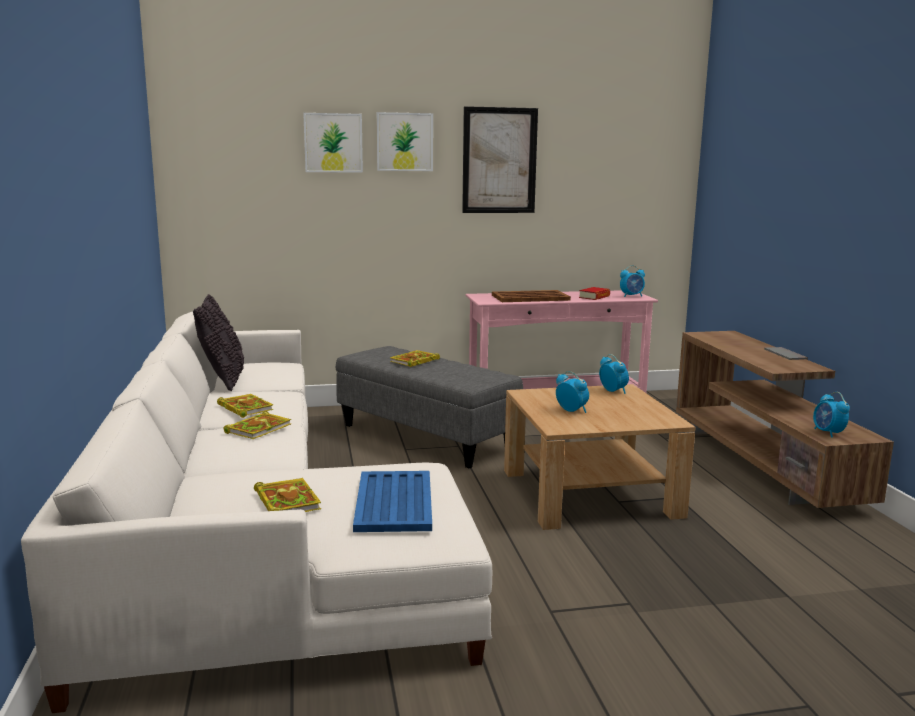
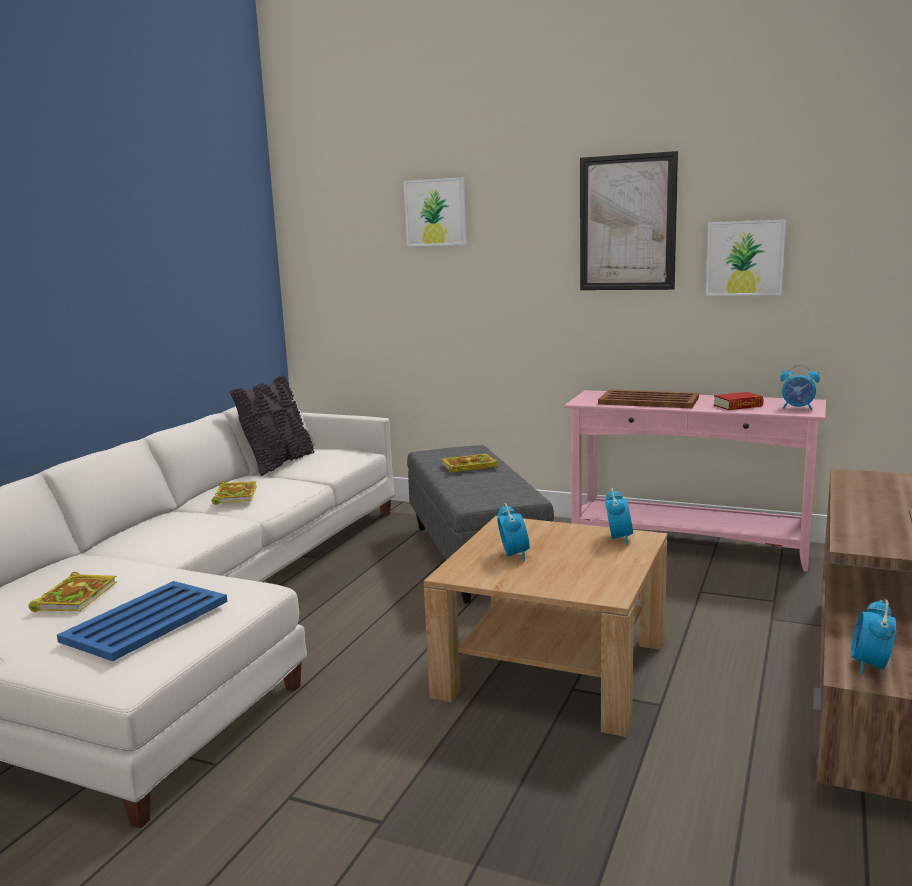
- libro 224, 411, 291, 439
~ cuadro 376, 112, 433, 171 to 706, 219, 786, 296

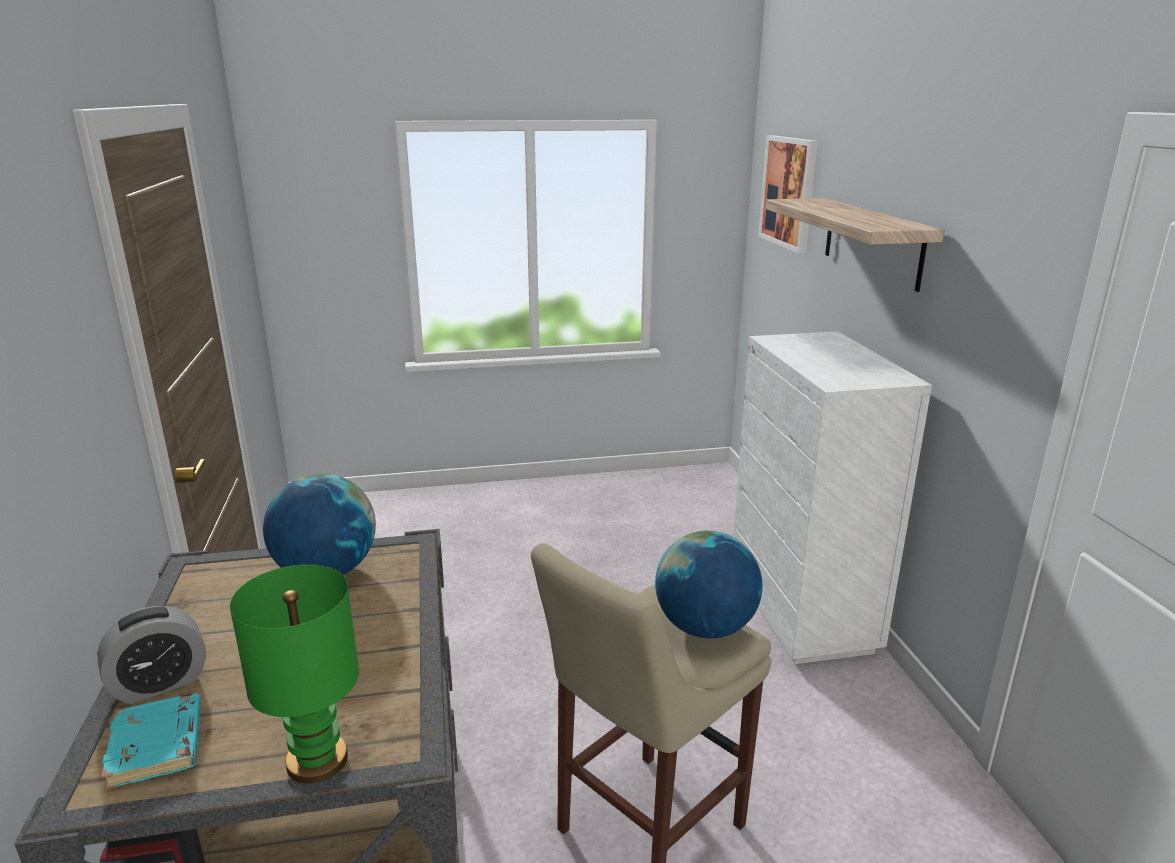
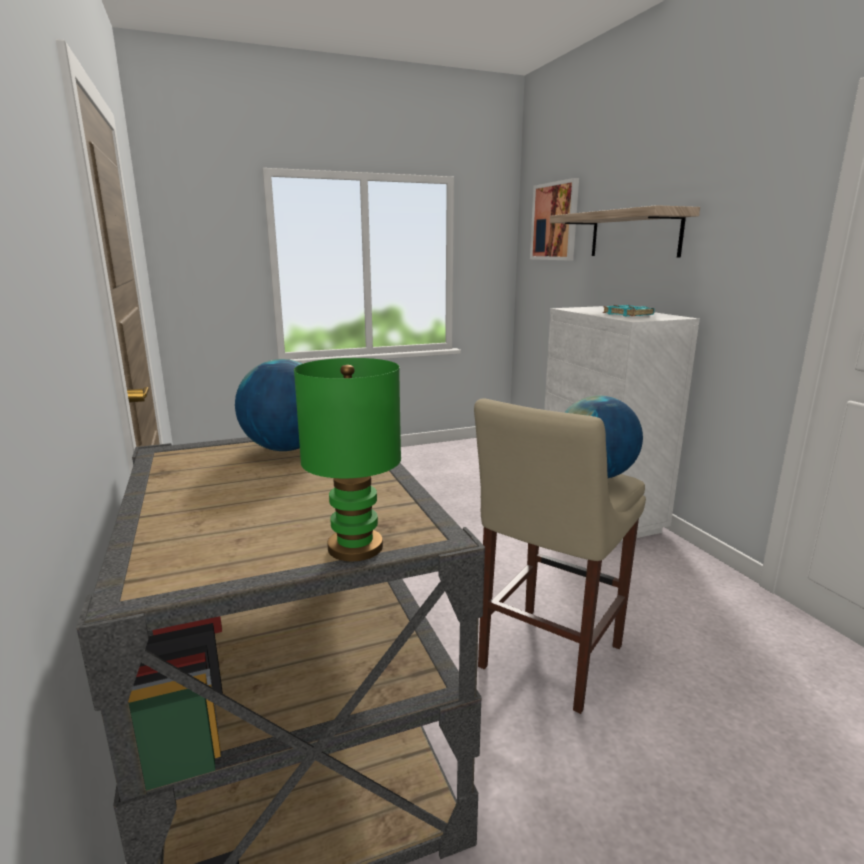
- despertador 97, 606, 206, 704
~ libro (turquesa) 101, 693, 201, 790 to 603, 305, 655, 316

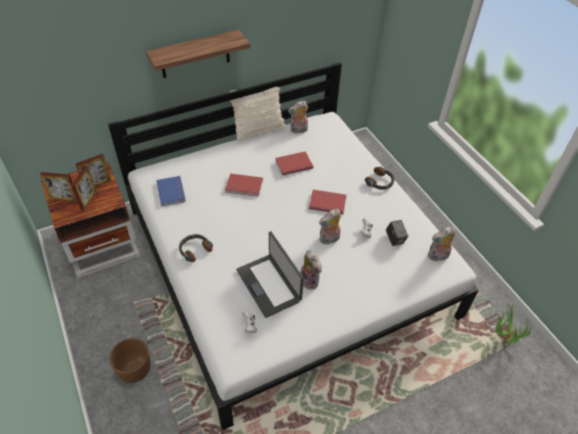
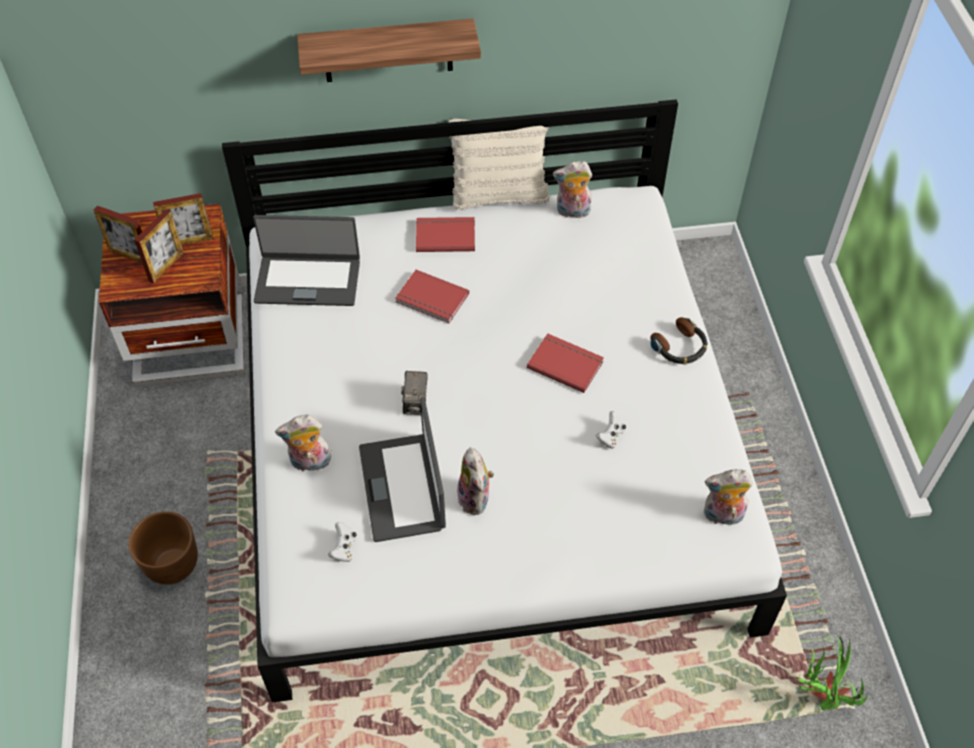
- auriculares 179, 234, 213, 262
~ libro (rojo) 275, 152, 313, 175 to 416, 217, 475, 252
~ peluche 319, 209, 341, 245 to 275, 415, 332, 471
~ cámara 386, 220, 408, 246 to 401, 371, 428, 415
~ libro (azul) 157, 176, 186, 206 to portátil 253, 215, 360, 306

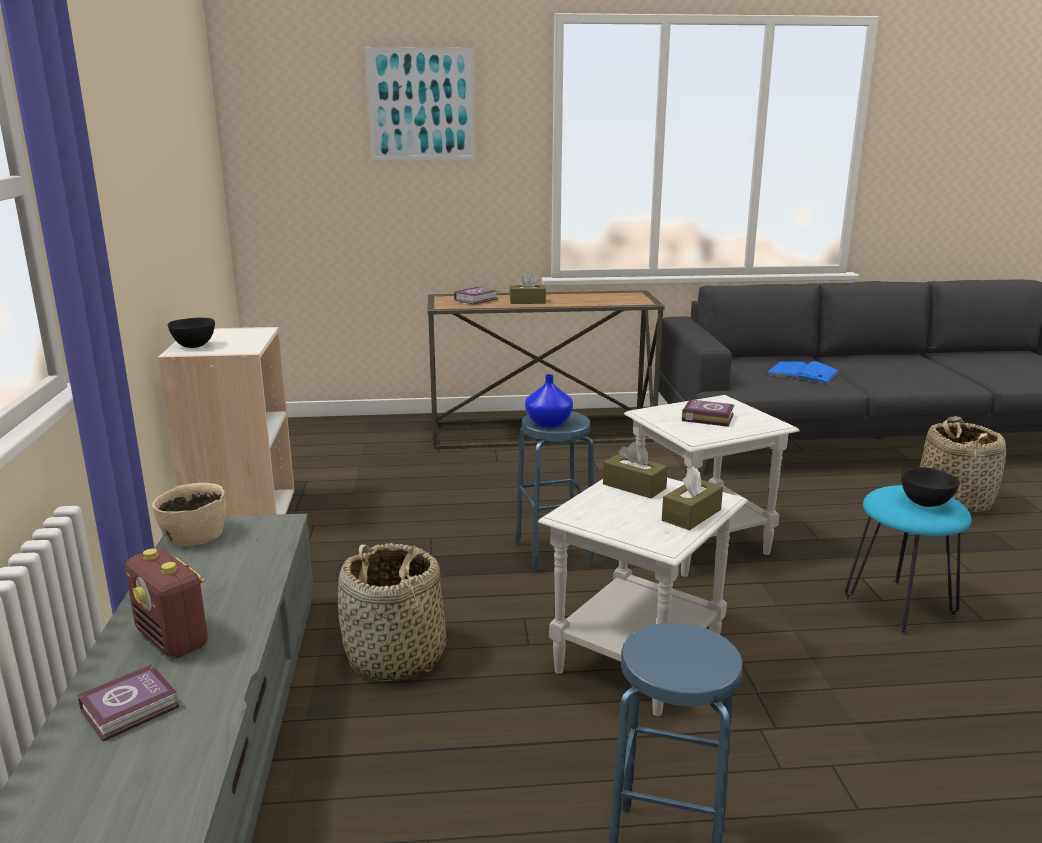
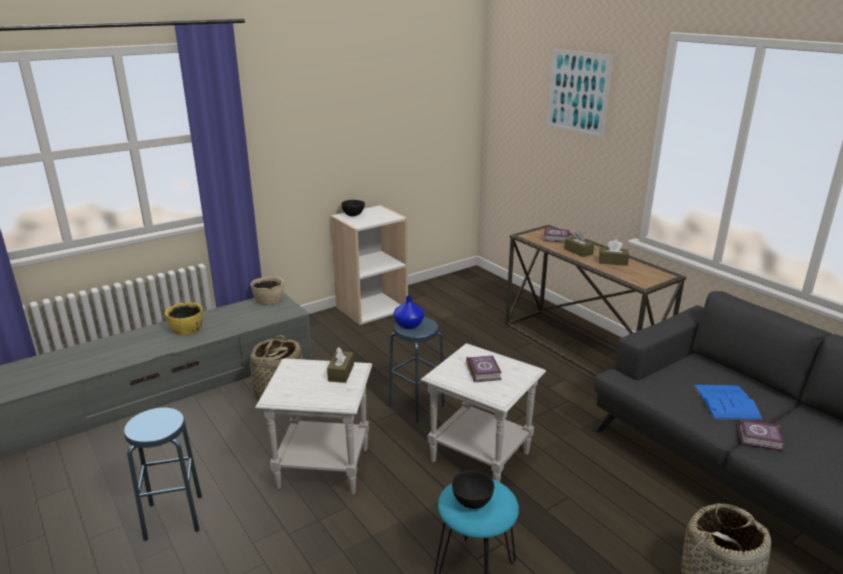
~ libro 78, 664, 179, 742 to 738, 419, 785, 451
~ caja de pañuelos (marrón) 662, 466, 723, 530 to 599, 240, 629, 266
~ radio 125, 548, 208, 659 to cuenco (amarillo) 165, 302, 203, 335

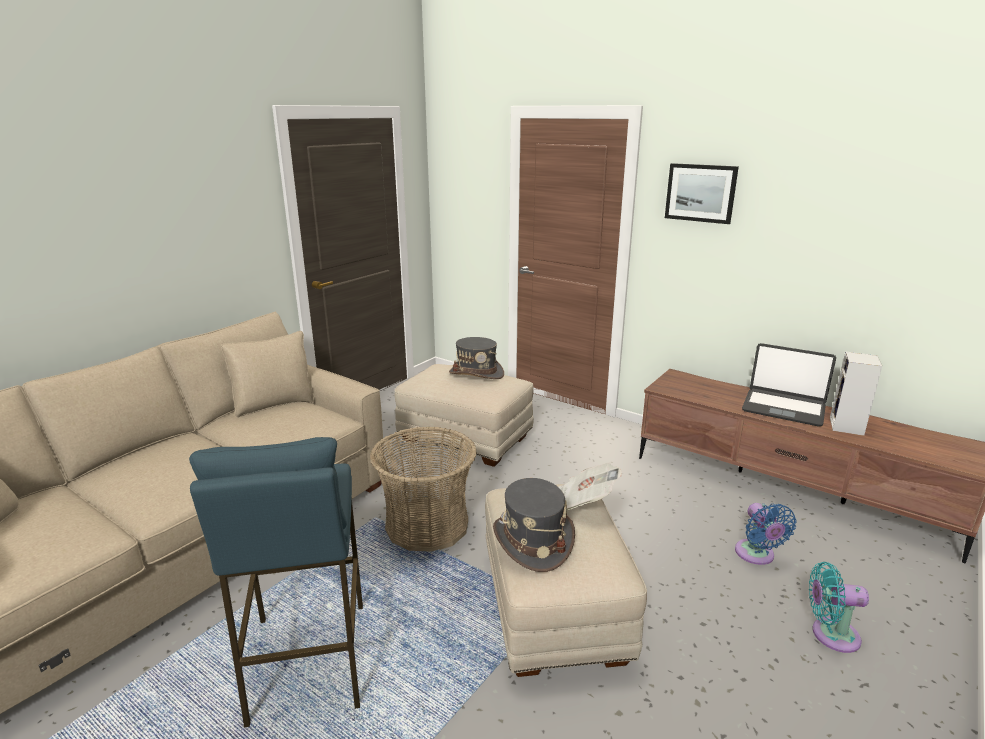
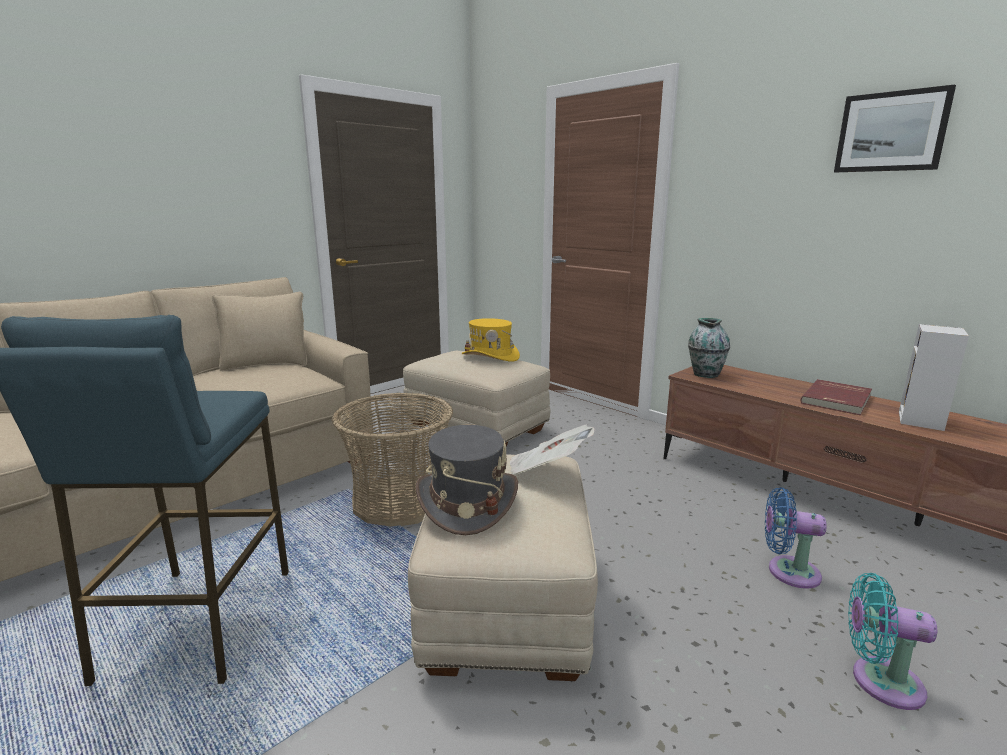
+ florero 688, 318, 730, 378
~ cuadro 665, 163, 739, 224 to 834, 85, 956, 172
~ portátil 742, 343, 836, 427 to libro (rojo) 801, 379, 872, 415
~ sombrero (gris) 449, 337, 504, 379 to sombrero (amarillo) 462, 318, 520, 362
~ ventilador (azul) 735, 503, 796, 565 = 765, 487, 827, 589 105 degrees clockwise

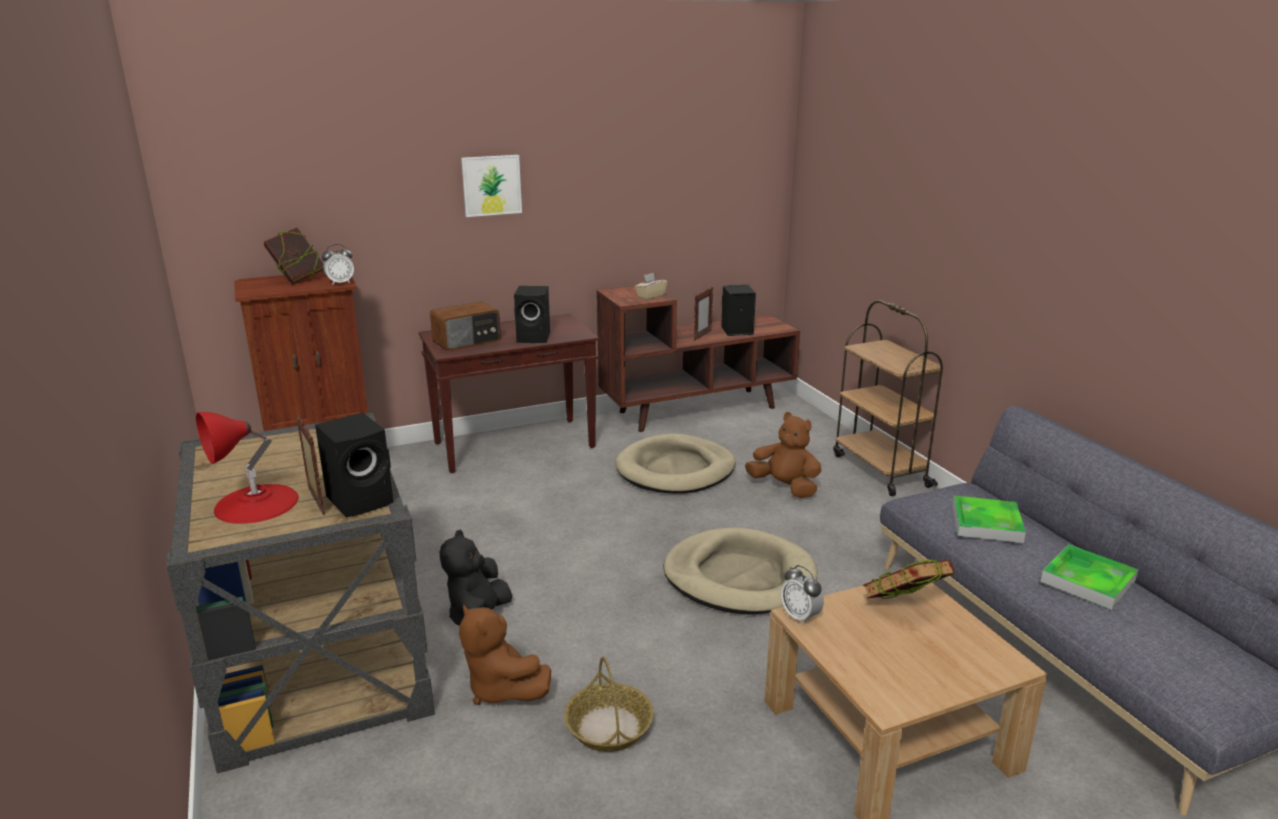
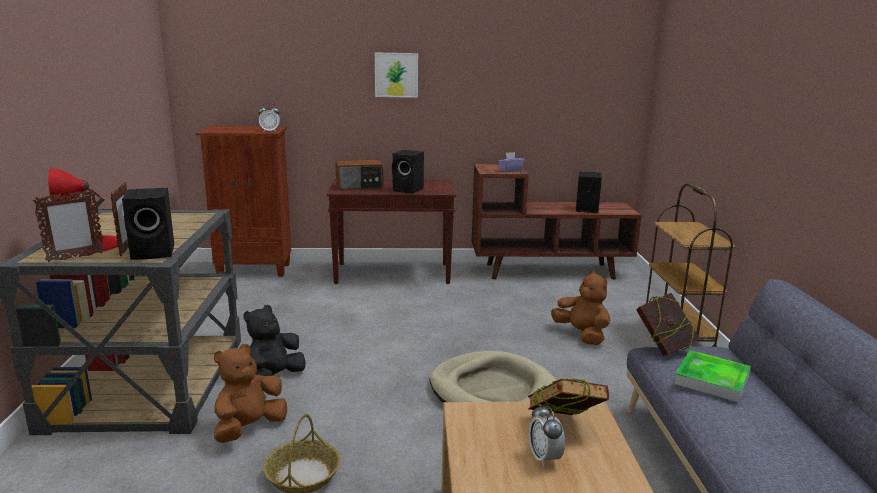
- cama para perro (beis) 615, 434, 736, 494
- bandeja 1040, 544, 1138, 610
~ libro 264, 227, 324, 284 to 636, 293, 700, 356
~ portarretratos 694, 287, 713, 340 to 33, 190, 105, 262
~ despertador 781, 565, 824, 625 to 529, 404, 565, 467
~ caja de pañuelos (beis) 635, 273, 667, 300 to caja de pañuelos (morado) 498, 152, 525, 172
~ peluche (marrón) 459, 604, 551, 705 = 214, 344, 287, 443 60 degrees clockwise

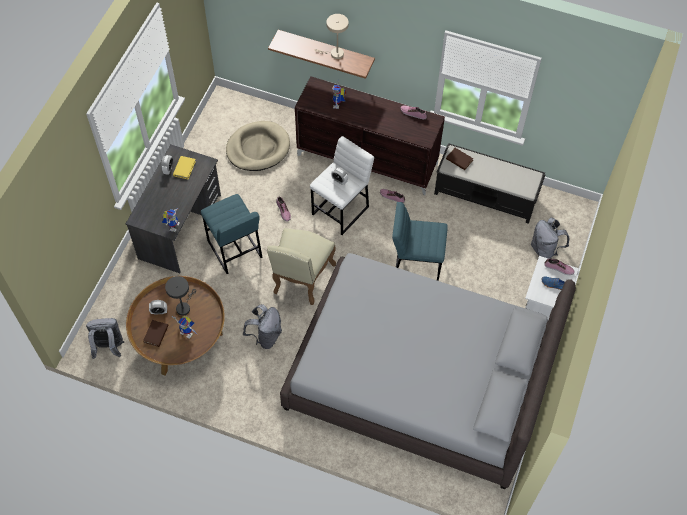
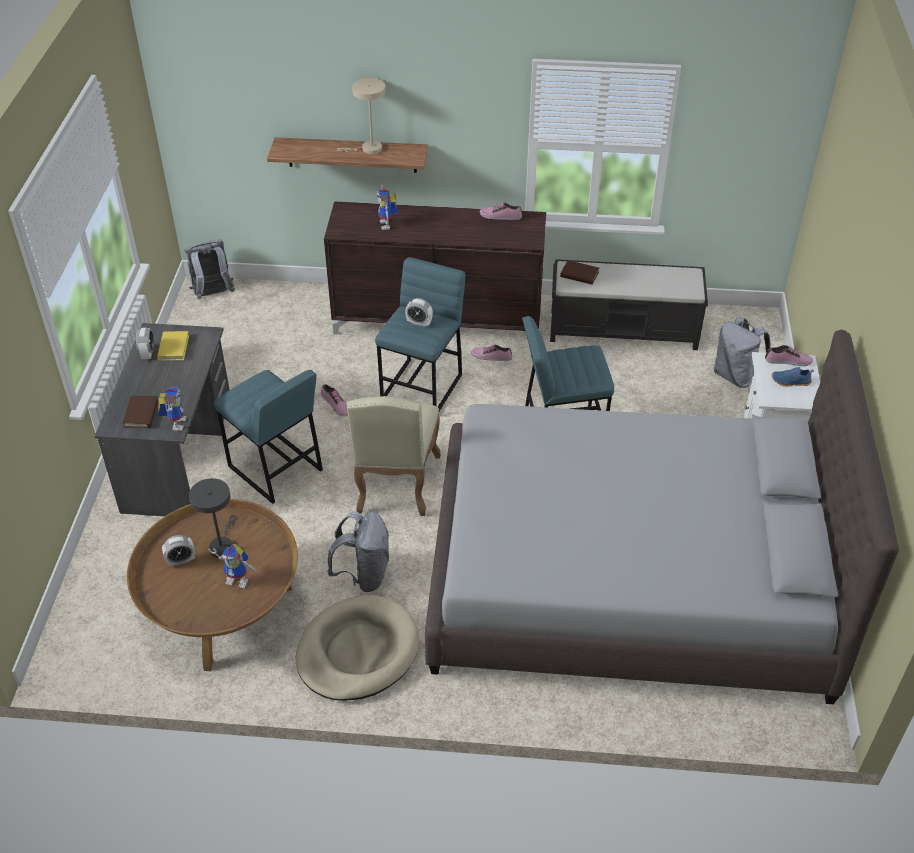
~ mochila (gris) 86, 318, 124, 359 to 184, 239, 235, 299
~ libro (marrón) 143, 320, 168, 347 to 123, 396, 158, 428
~ cama para perro (beis) 226, 121, 290, 171 to 296, 595, 419, 701
~ taburete (blanco) 310, 136, 374, 235 to taburete (azul) 375, 257, 466, 411

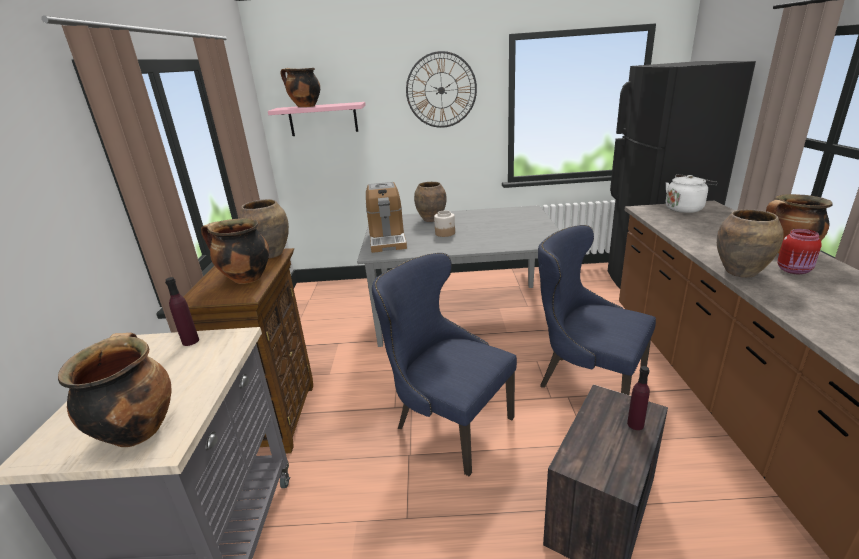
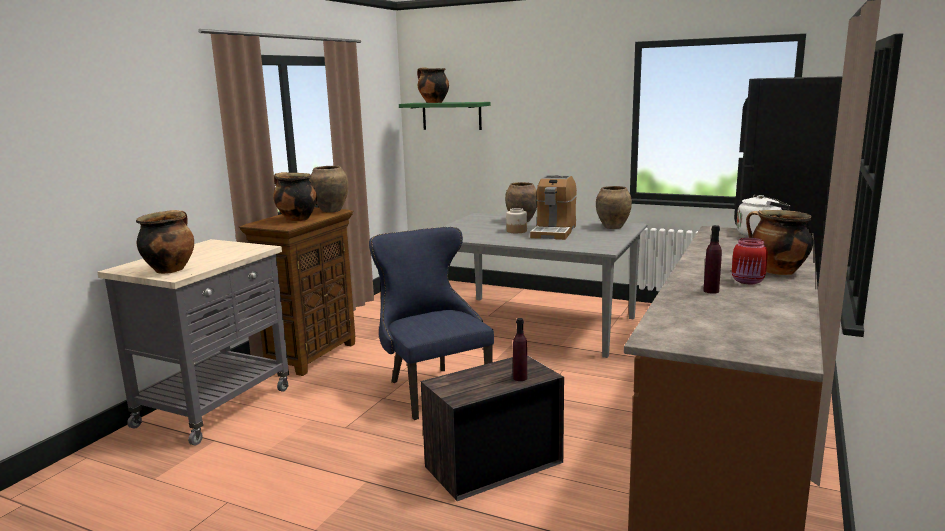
- reloj de pared 406, 51, 477, 128
- silla (azul) 538, 225, 656, 395
~ botella (morado) 165, 277, 199, 346 to 703, 225, 722, 294
~ cafetera 366, 182, 407, 253 to 530, 175, 577, 240
~ florero (marrón) 717, 209, 783, 278 to 596, 186, 632, 229
~ estante (rosa) 268, 102, 366, 136 to estante (verde) 399, 102, 490, 130

